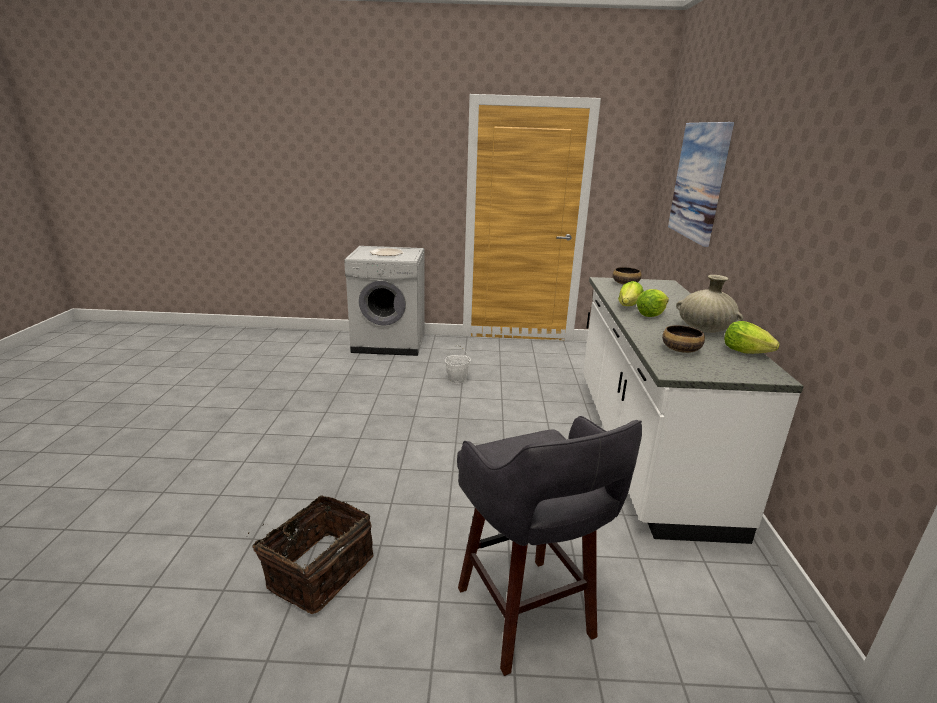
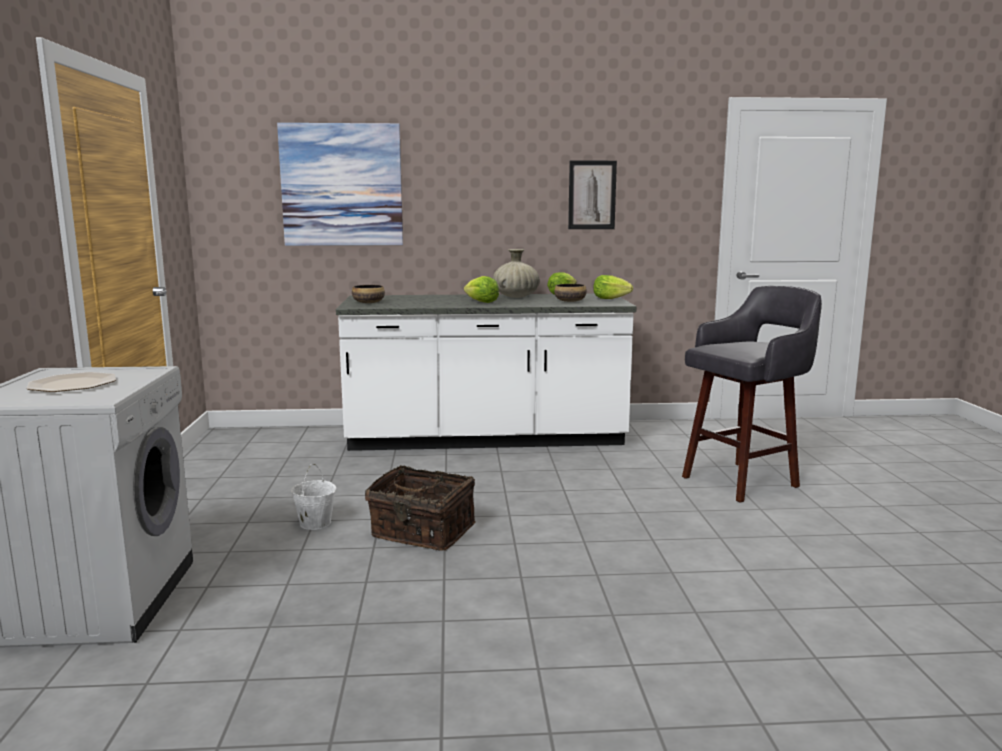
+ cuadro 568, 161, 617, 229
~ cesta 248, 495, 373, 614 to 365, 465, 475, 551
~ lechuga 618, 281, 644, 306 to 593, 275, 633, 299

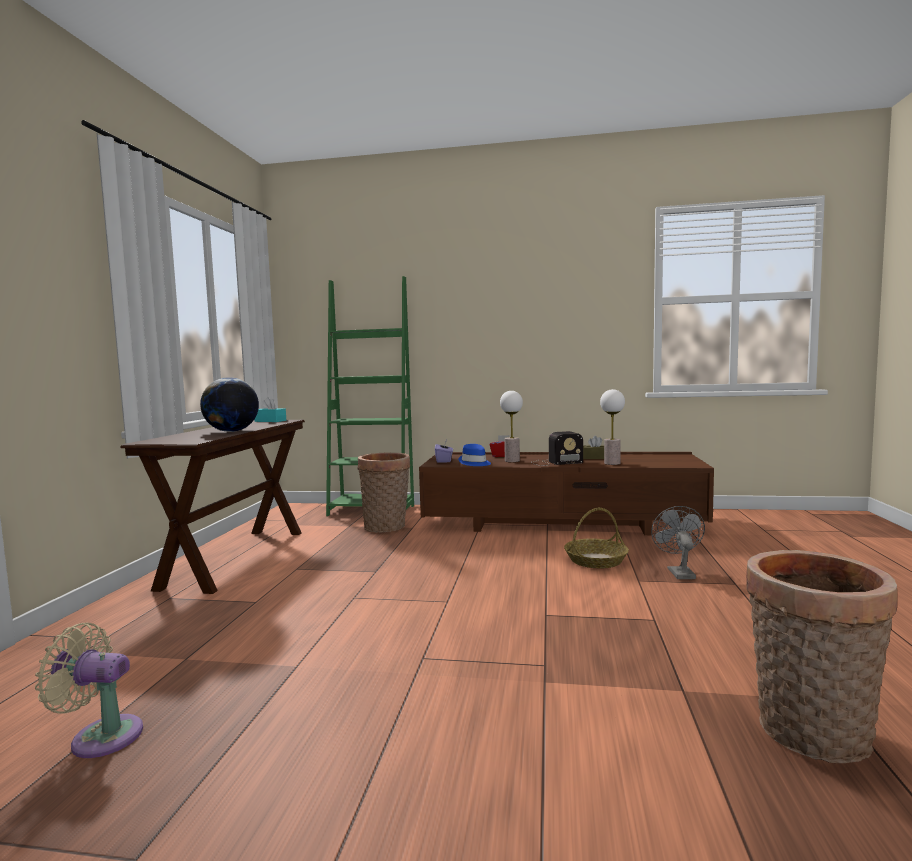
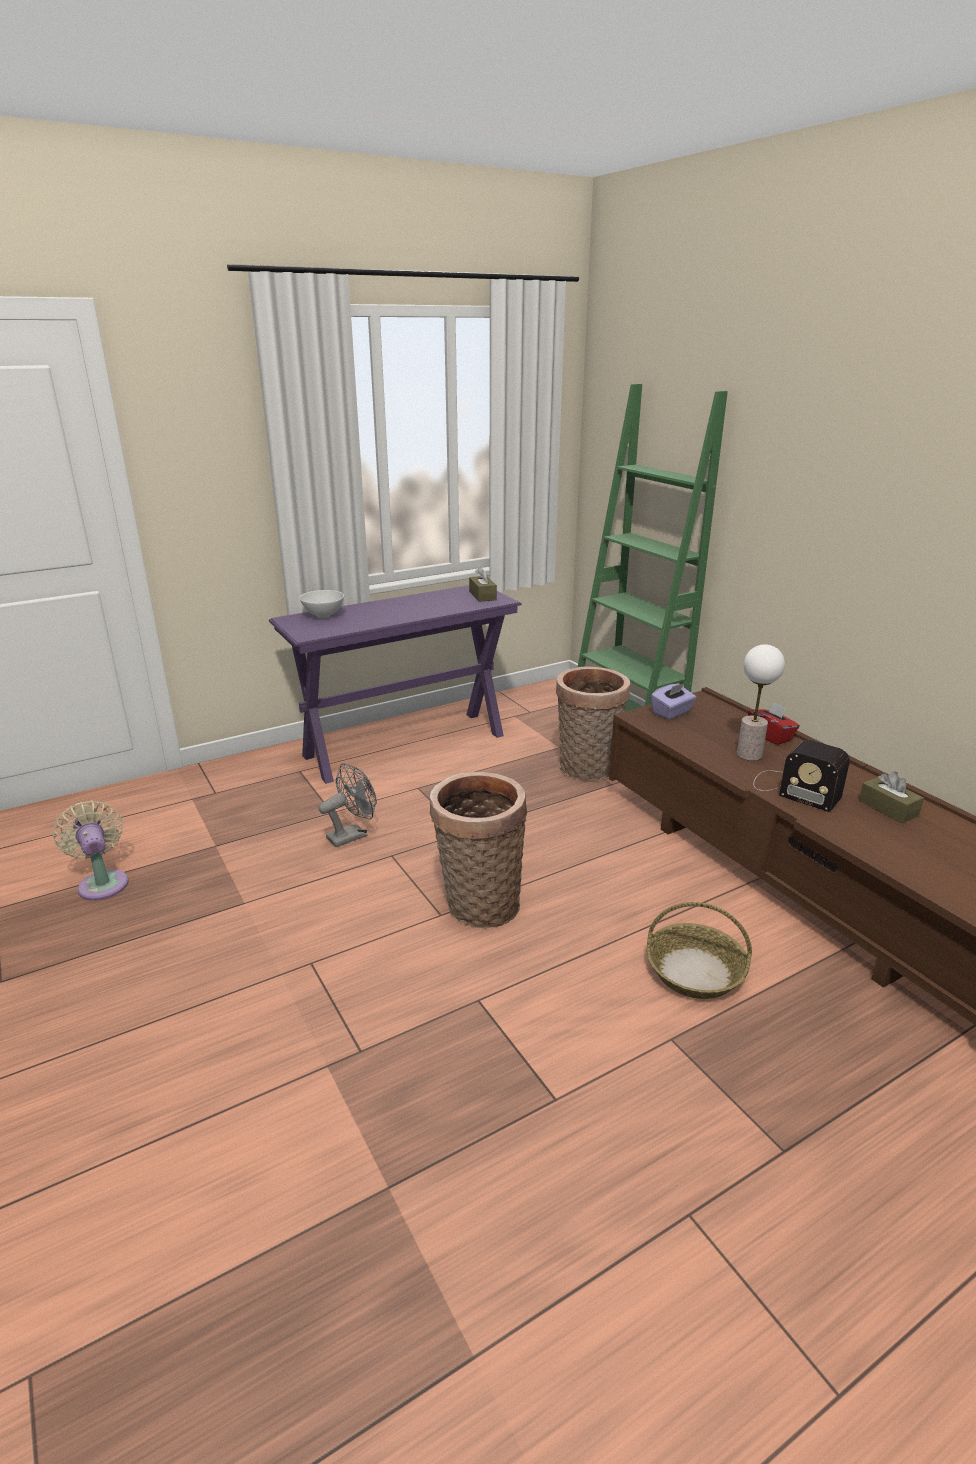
- globo terráqueo 200, 377, 259, 432
- sombrero (azul) 458, 444, 491, 466
- lámpara de mesa 600, 389, 625, 465
+ cuenco (blanco) 299, 590, 344, 618
~ ventilador (gris) 651, 506, 705, 579 to 318, 763, 377, 847
~ cesta 746, 550, 897, 763 to 430, 772, 527, 929
~ mesa consola (marrón) 120, 420, 305, 594 to mesa consola (morado) 269, 585, 522, 784
~ caja de pañuelos (turquesa) 255, 397, 286, 422 to caja de pañuelos (marrón) 469, 566, 497, 602

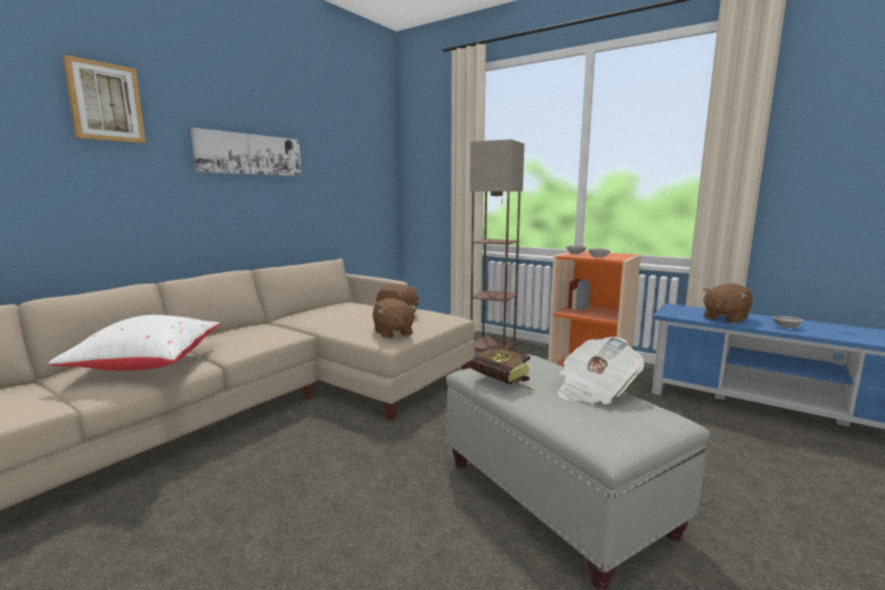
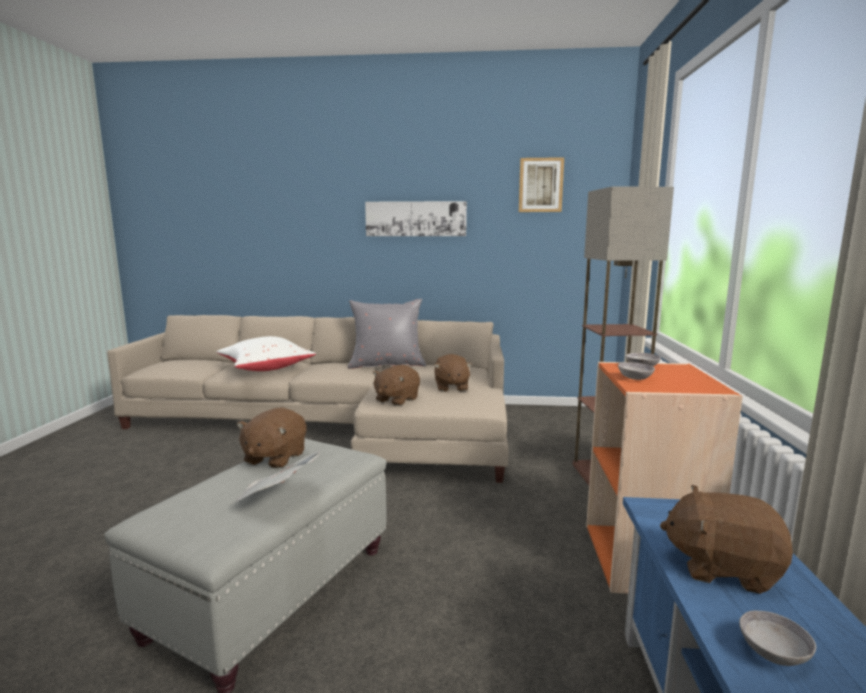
+ cojín (gris) 348, 299, 426, 369
~ cuadro 63, 55, 146, 143 to 519, 157, 564, 212
~ libro 471, 344, 536, 391 to peluche (marrón) 236, 407, 306, 469

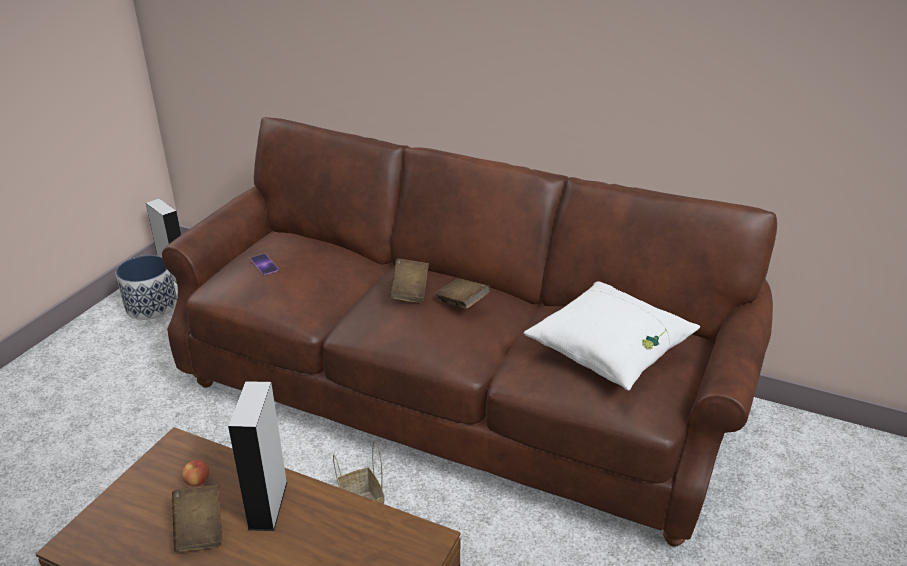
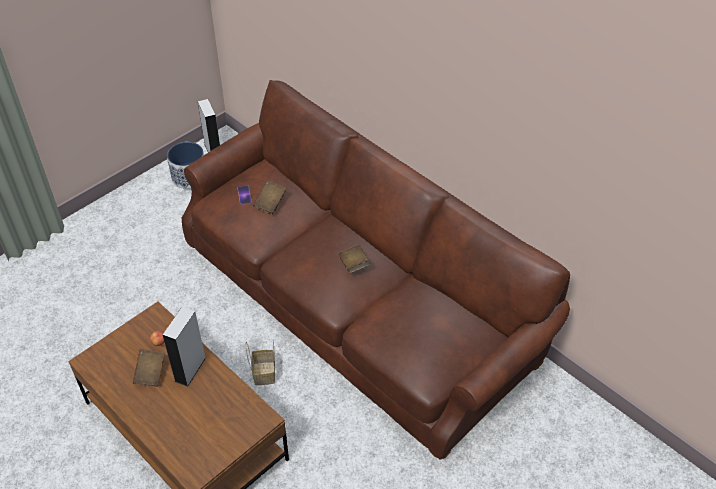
- cojín (blanco) 524, 281, 700, 391
~ libro (marrón) 389, 259, 429, 303 to 253, 180, 286, 214

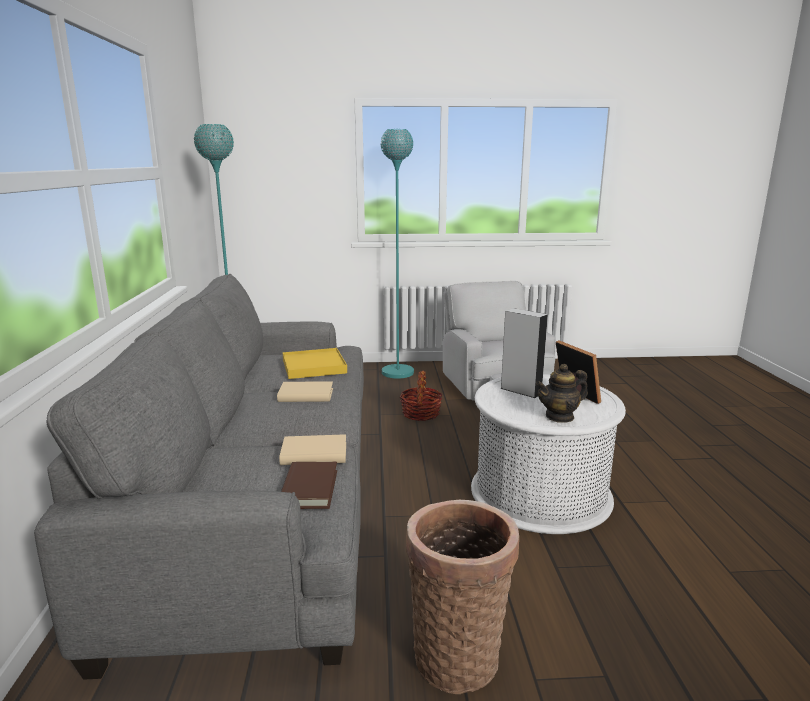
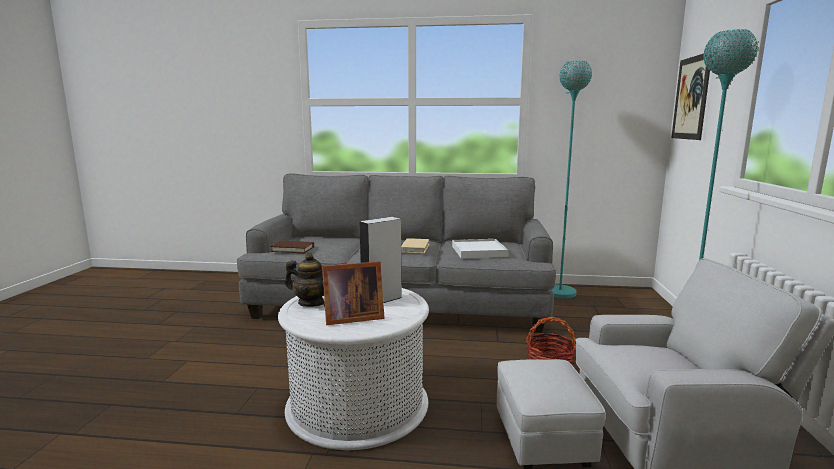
- libro (beis) 279, 434, 346, 465
- cesta 406, 500, 519, 694
+ cuadro 671, 53, 710, 140
~ bandeja (amarillo) 283, 348, 347, 379 to bandeja (blanco) 452, 239, 508, 258
~ tetera 536, 363, 588, 423 = 285, 253, 325, 307 120 degrees clockwise

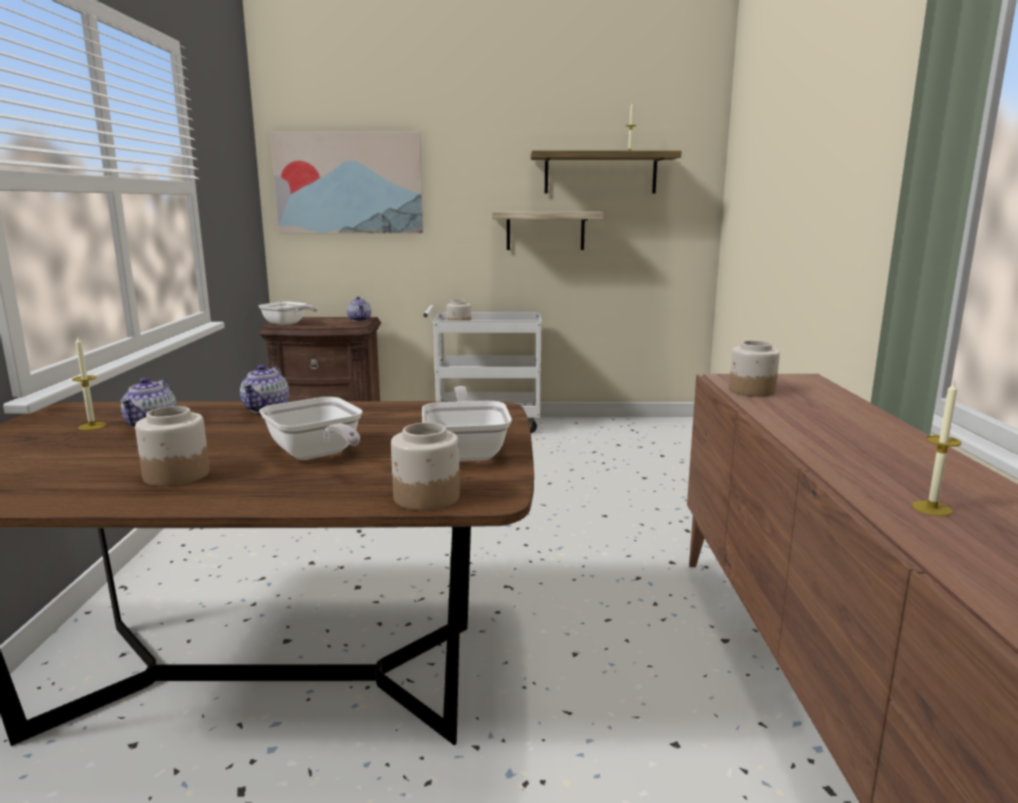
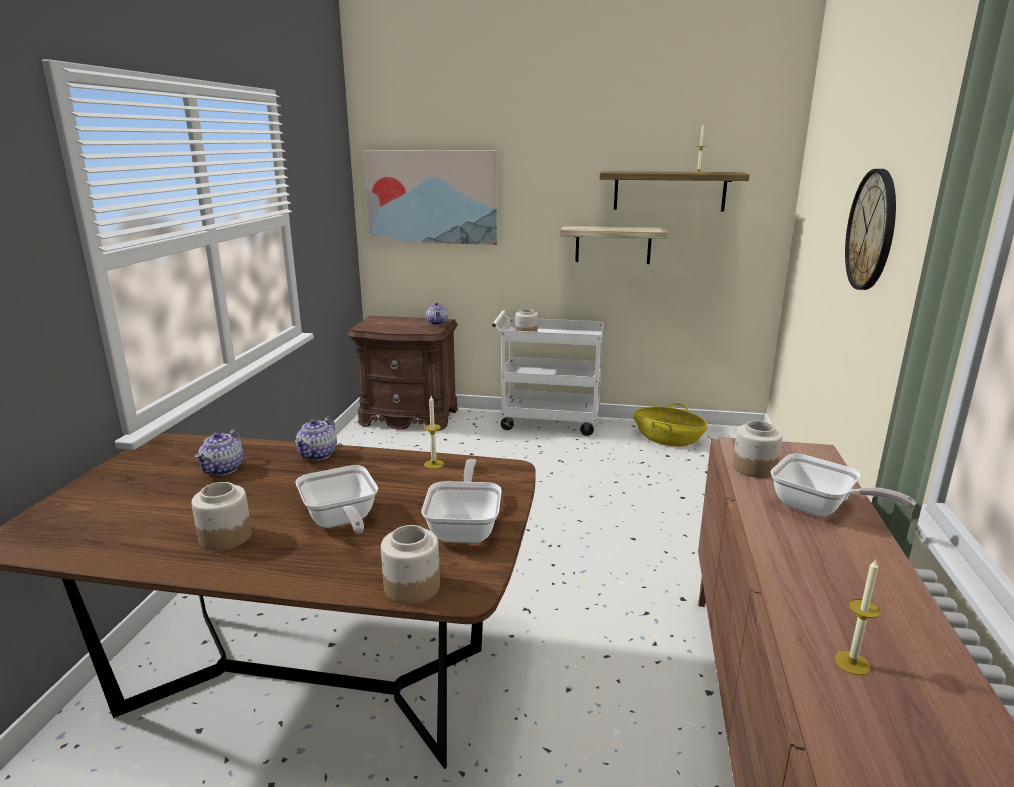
+ cesta 634, 403, 707, 447
+ reloj de pared 845, 169, 896, 290
~ vela 72, 336, 106, 430 to 424, 396, 444, 469
~ sartén 258, 301, 318, 325 to 771, 453, 916, 517

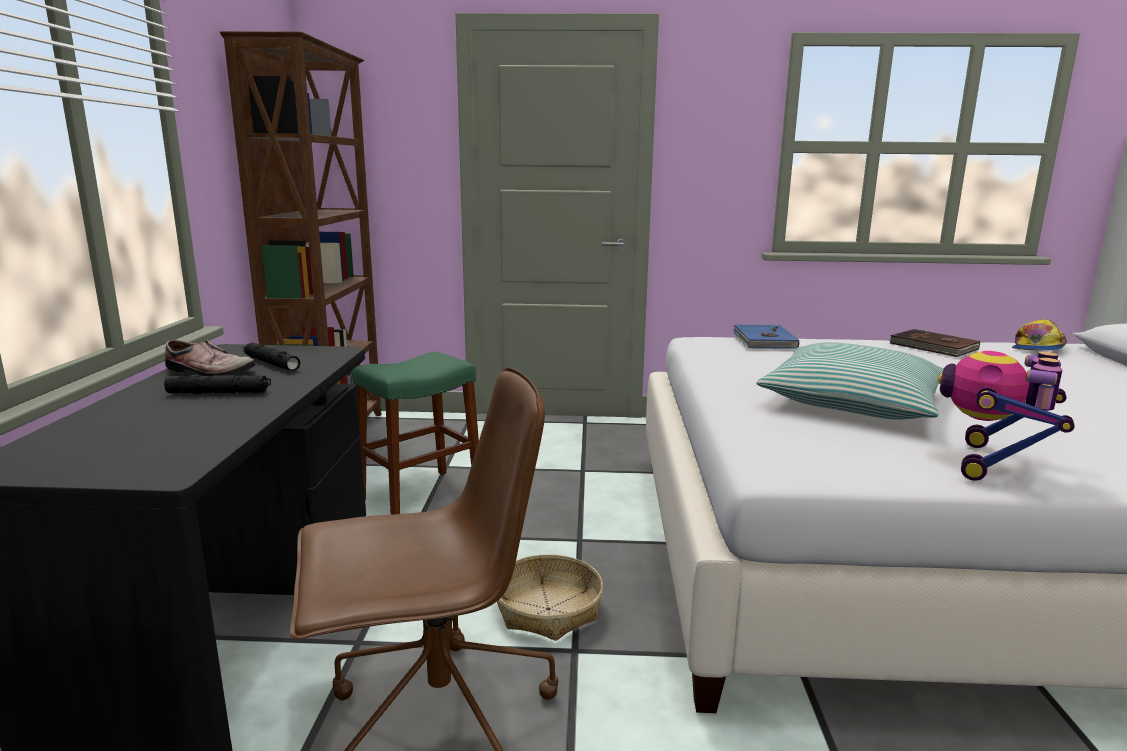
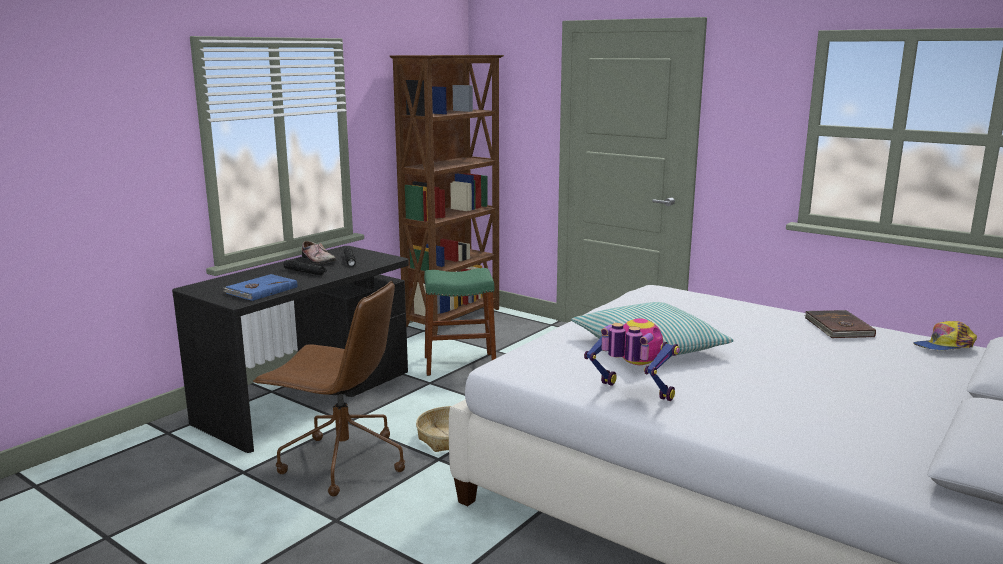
~ libro (azul) 733, 325, 799, 349 to 224, 274, 297, 301
~ robot de juguete 938, 351, 1075, 481 = 584, 318, 680, 401 60 degrees clockwise

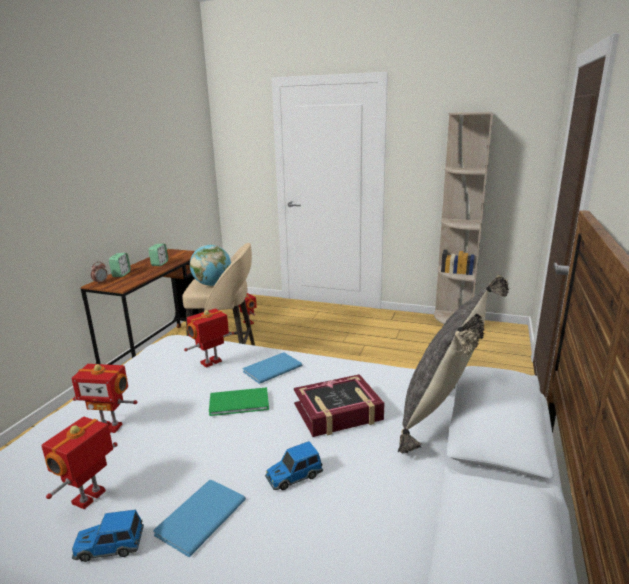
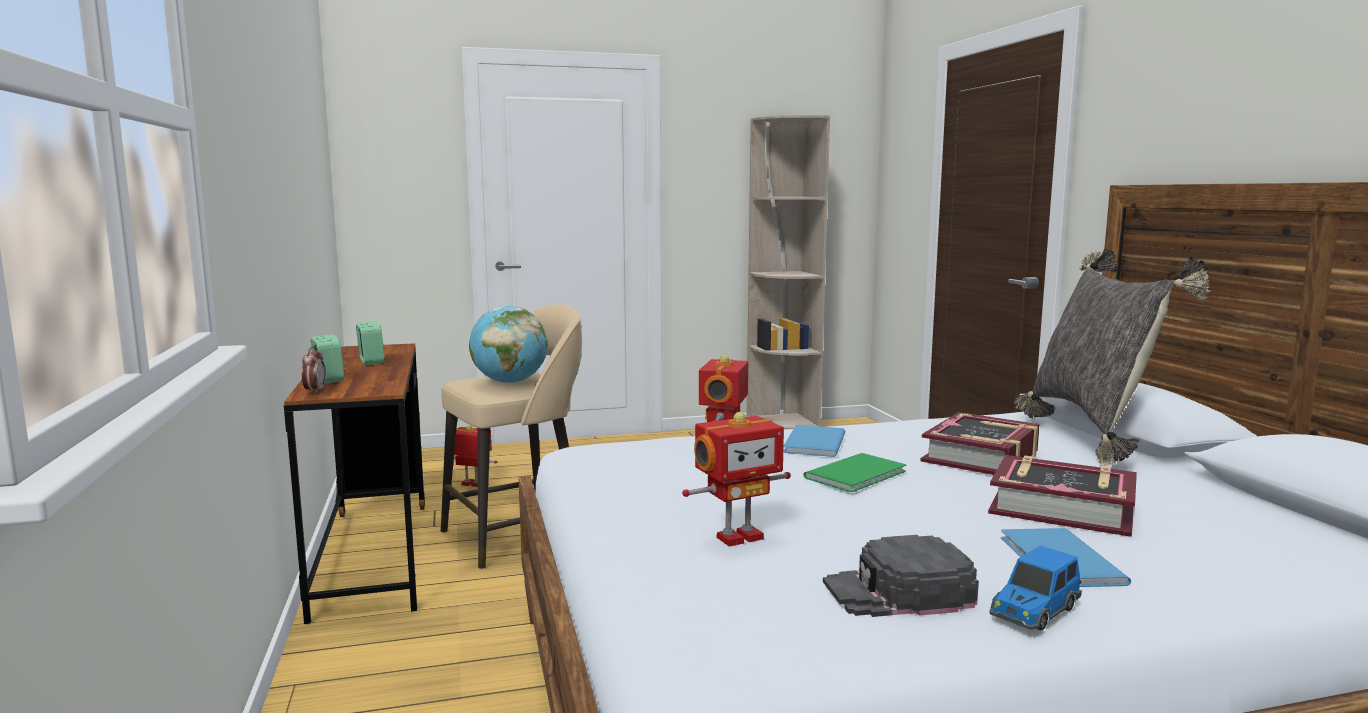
~ robot de juguete 41, 417, 117, 509 to gorra (negro) 823, 535, 979, 617
~ coche de juguete 265, 441, 323, 490 to libro 988, 455, 1137, 537

